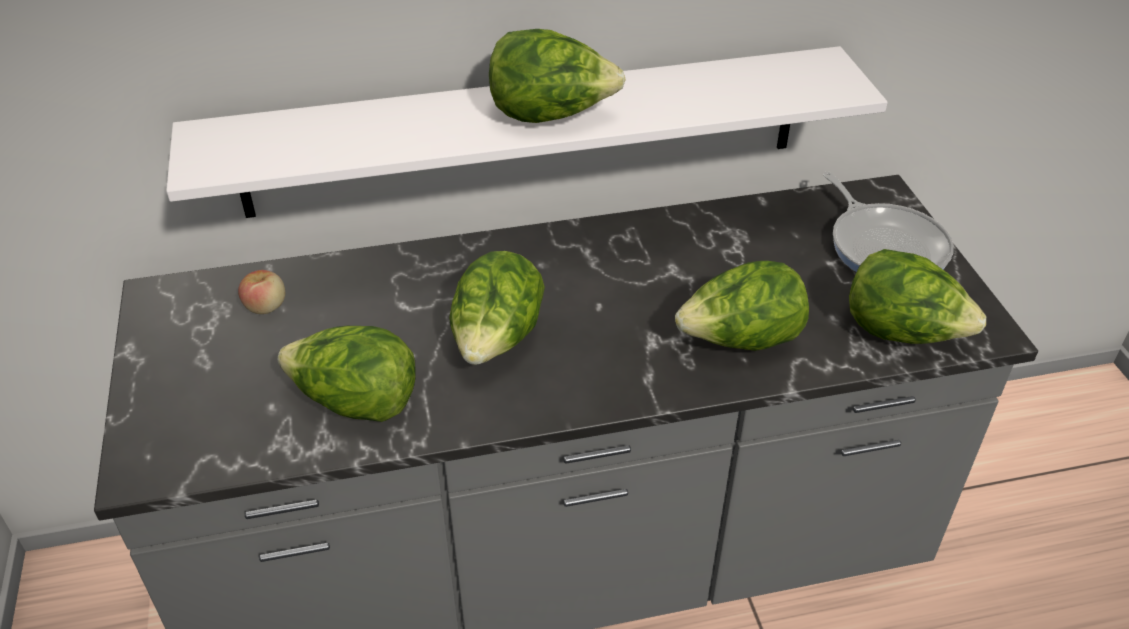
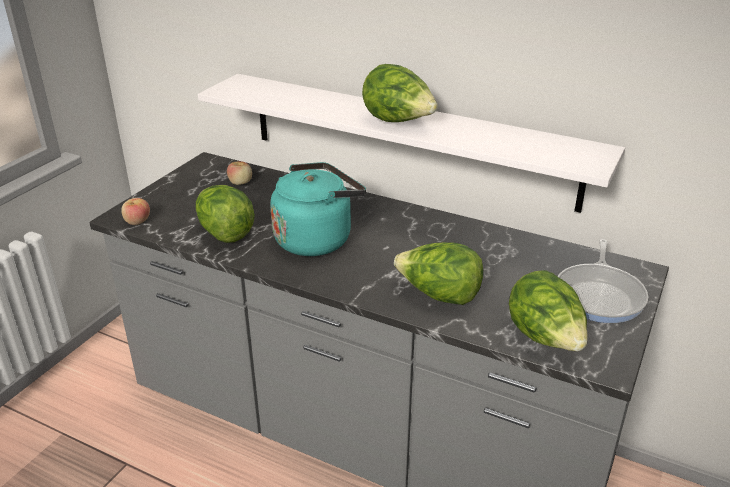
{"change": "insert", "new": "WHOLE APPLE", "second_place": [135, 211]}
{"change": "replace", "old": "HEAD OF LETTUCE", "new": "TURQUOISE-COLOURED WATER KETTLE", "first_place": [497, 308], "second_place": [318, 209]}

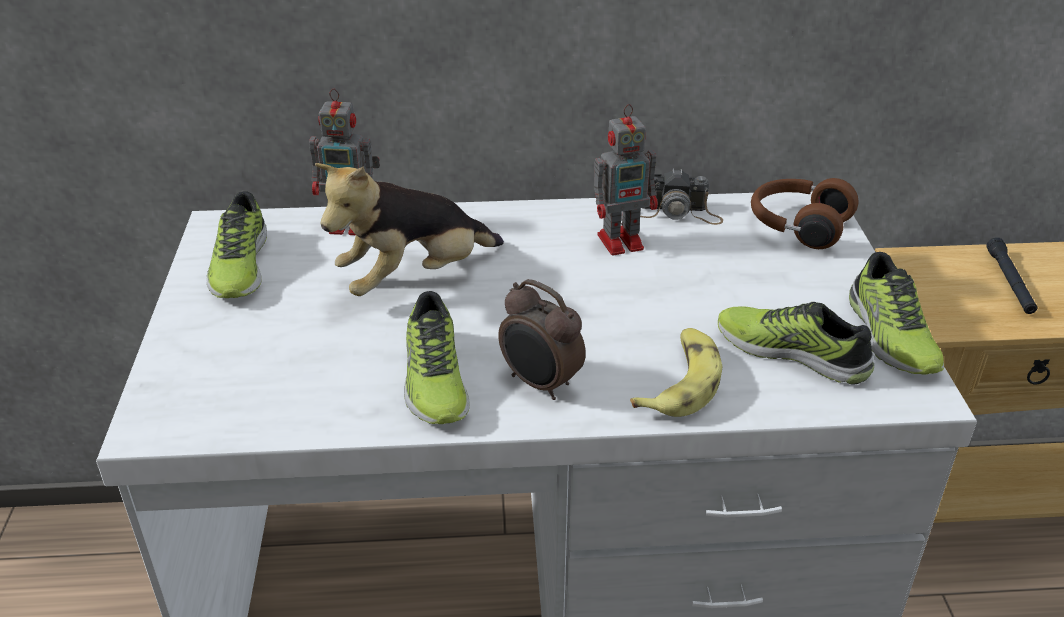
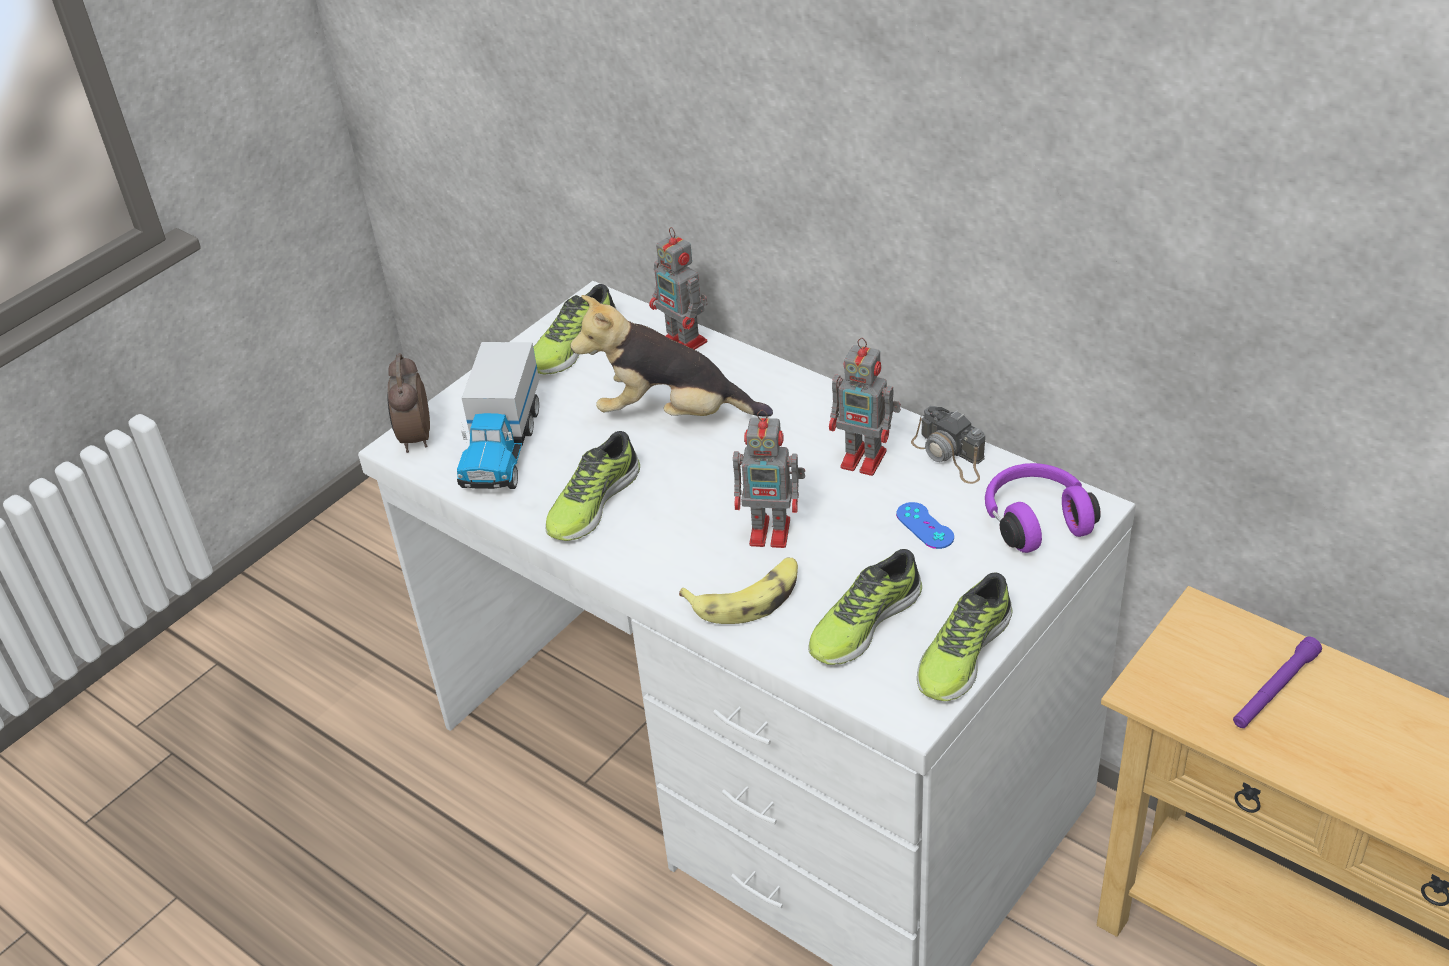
{"change": "insert", "new": "TOY LORRY", "second_place": [498, 415]}
{"change": "insert", "new": "ROBOT FIGURE", "second_place": [769, 479]}
{"change": "insert", "new": "BLUE-COLOURED JOYPAD", "second_place": [925, 525]}
{"change": "move", "old": "TABLE CLOCK", "first_place": [542, 339], "second_place": [408, 403]}
{"change": "recolor", "old": "BROWN-COLOURED HEADSET", "new": "PURPLE HEADSET", "first_place": [805, 213], "second_place": [1043, 508]}
{"change": "recolor", "old": "BLACKISH FLASHLIGHT", "new": "PURPLE FLASHLIGHT", "first_place": [1012, 275], "second_place": [1277, 682]}
{"change": "rotate", "old": "LOW SHOE", "first_place": [796, 343], "second_place": [865, 607], "degrees": -120}

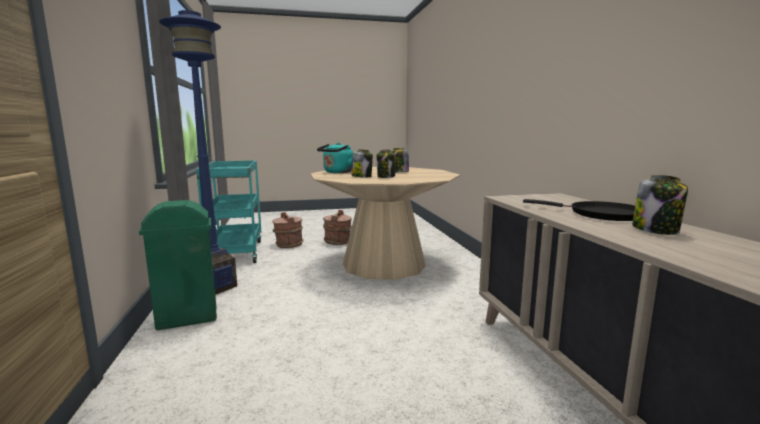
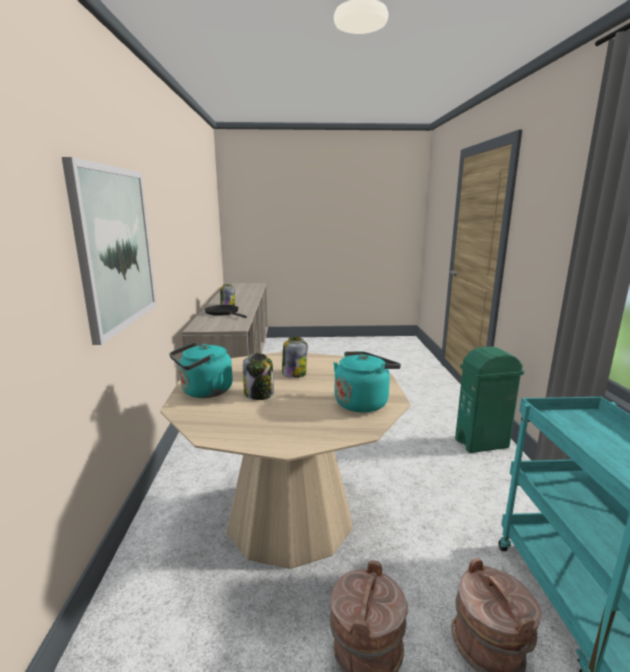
{"change": "delete", "old": "BLUE-COLOURED STANDARD LAMP", "first_place": [198, 152]}
{"change": "delete", "old": "PRESERVE JAR", "first_place": [362, 163]}
{"change": "insert", "new": "PICTURE", "second_place": [109, 251]}
{"change": "insert", "new": "TURQUOISE-COLOURED WATER KETTLE", "second_place": [201, 370]}

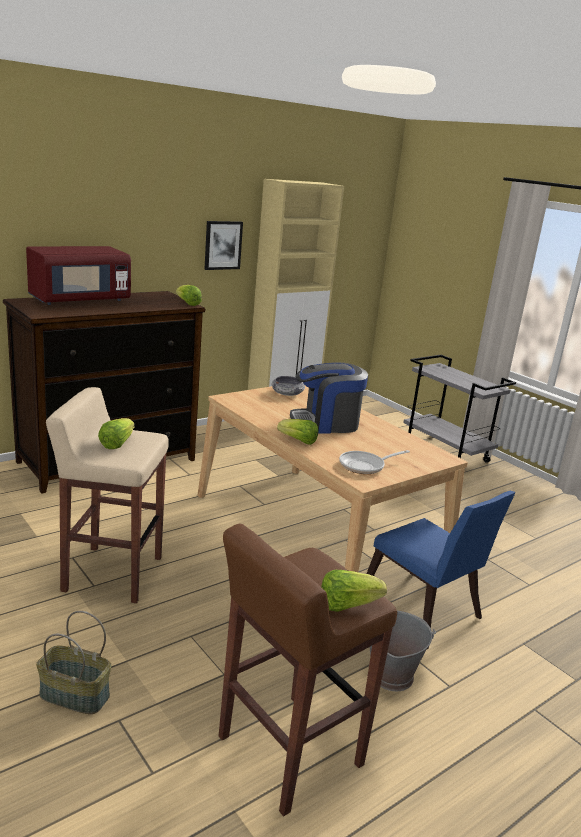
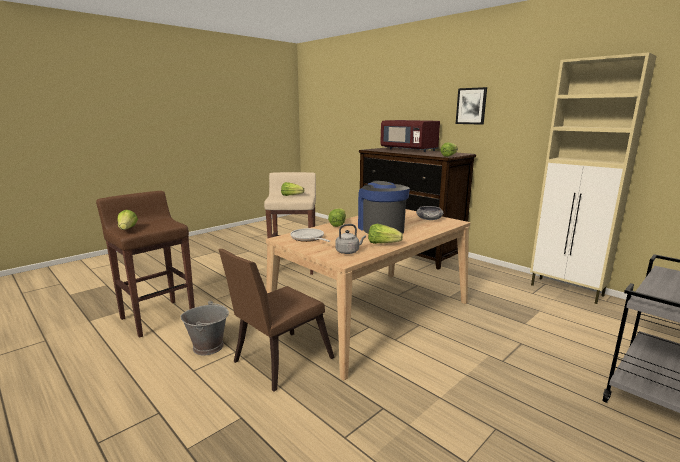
{"change": "delete", "old": "BASKET", "first_place": [73, 662]}
{"change": "insert", "new": "GRAY WATER KETTLE", "second_place": [350, 239]}
{"change": "insert", "new": "HEAD OF LETTUCE", "second_place": [385, 234]}
{"change": "move", "old": "PICTURE", "first_place": [224, 245], "second_place": [471, 106]}
{"change": "recolor", "old": "BLUE-COLOURED UPRIGHT CHAIR", "new": "BROWN-COLOURED UPRIGHT CHAIR", "first_place": [441, 570], "second_place": [276, 320]}

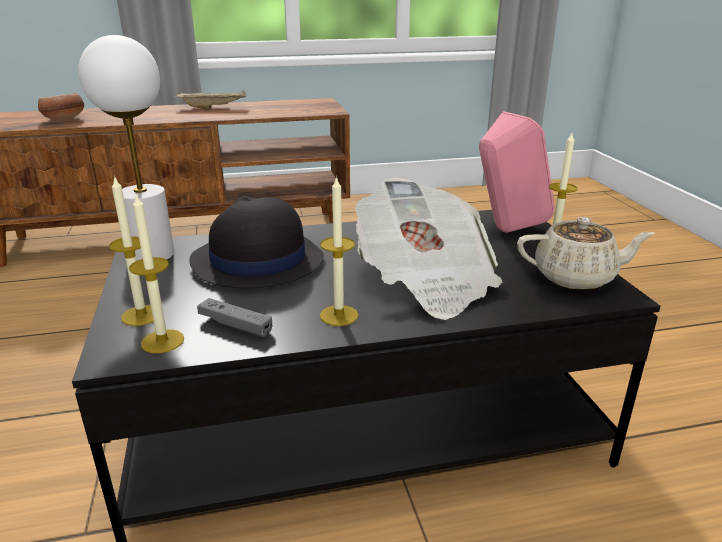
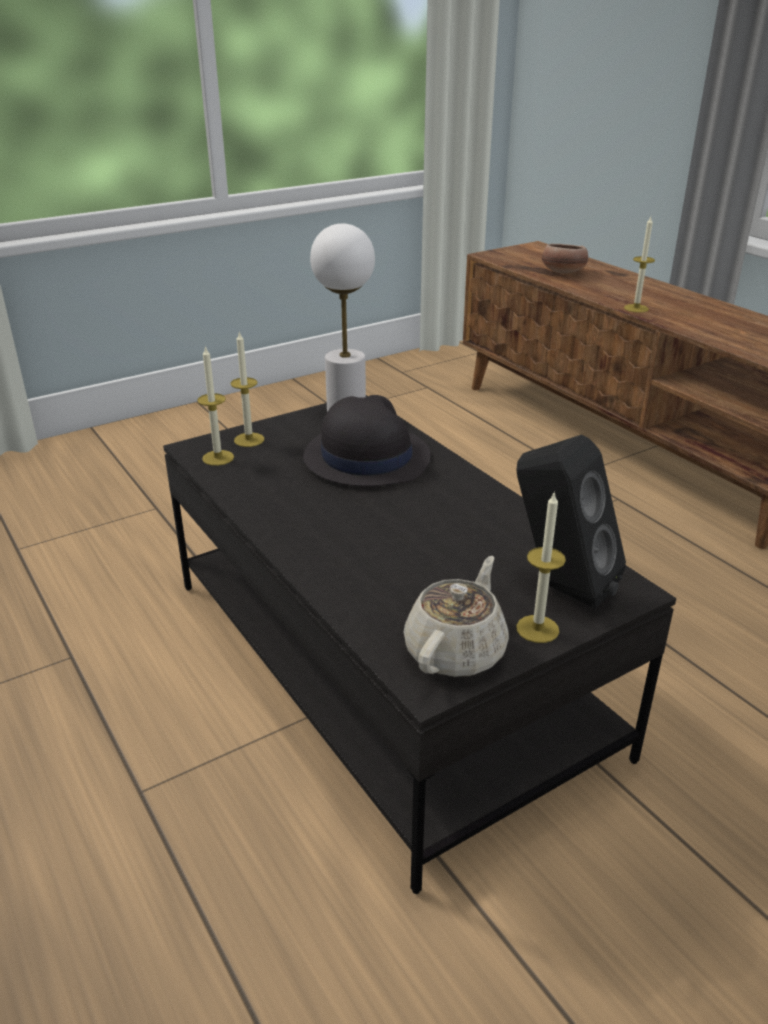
{"change": "delete", "old": "BEIGE CARRYING TRAY", "first_place": [210, 99]}
{"change": "delete", "old": "GRAY JOYPAD", "first_place": [234, 317]}
{"change": "delete", "old": "PRINTED PAPER", "first_place": [428, 248]}
{"change": "move", "old": "WAX CANDLE", "first_place": [339, 250], "second_place": [639, 265]}
{"change": "recolor", "old": "PINKISH SPEAKER", "new": "BLACKISH SPEAKER", "first_place": [517, 172], "second_place": [571, 522]}
{"change": "rotate", "old": "BEIGE TEA POT", "first_place": [586, 253], "second_place": [456, 616], "degrees": -135}

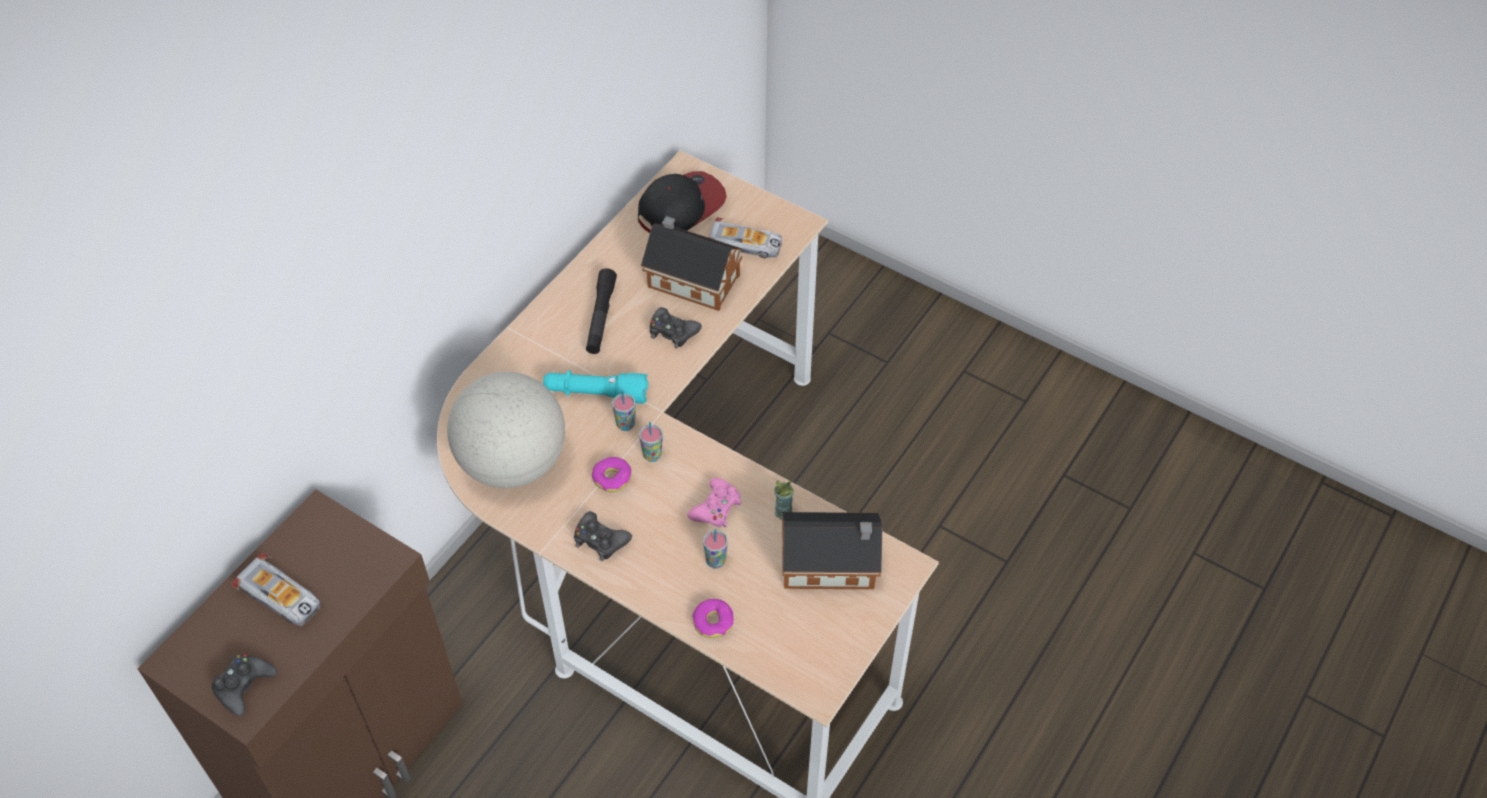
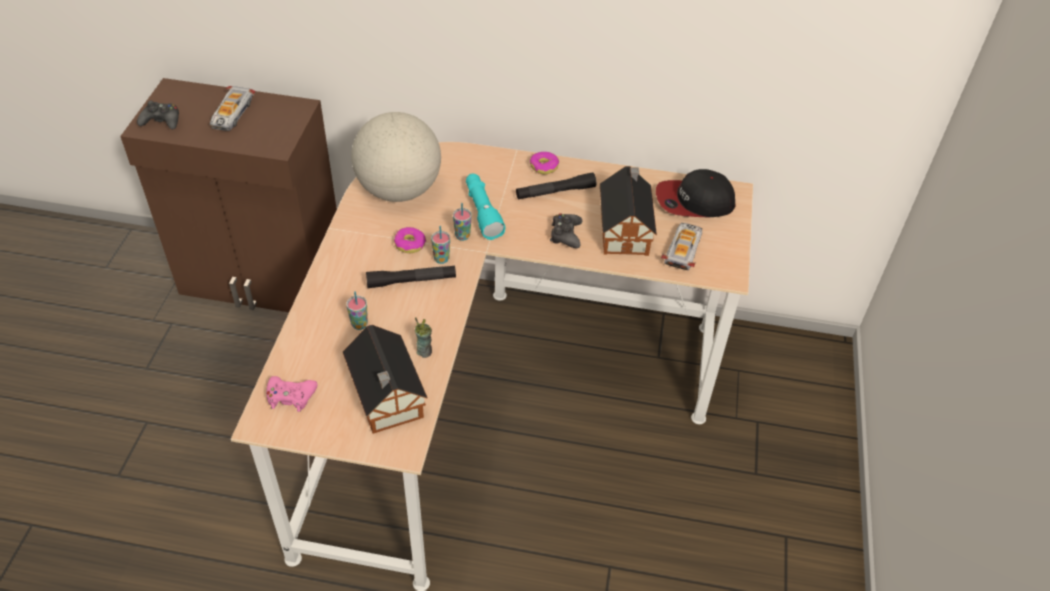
{"change": "delete", "old": "BLACKISH JOYPAD", "first_place": [603, 536]}
{"change": "insert", "new": "BLACKISH FLASHLIGHT", "second_place": [411, 276]}
{"change": "move", "old": "PINKISH JOYPAD", "first_place": [714, 502], "second_place": [292, 394]}
{"change": "move", "old": "DONUT", "first_place": [713, 618], "second_place": [544, 163]}
{"change": "rotate", "old": "PEAKED CAP", "first_place": [682, 202], "second_place": [695, 193], "degrees": 150}
{"change": "rotate", "old": "MINIATURE CAR", "first_place": [745, 237], "second_place": [681, 246], "degrees": -150}

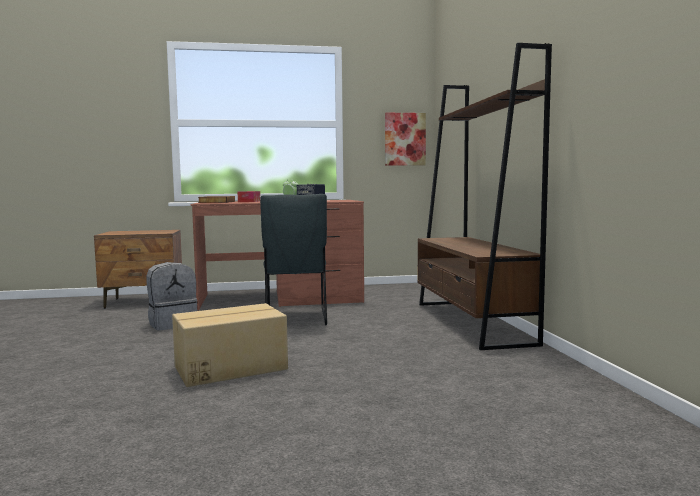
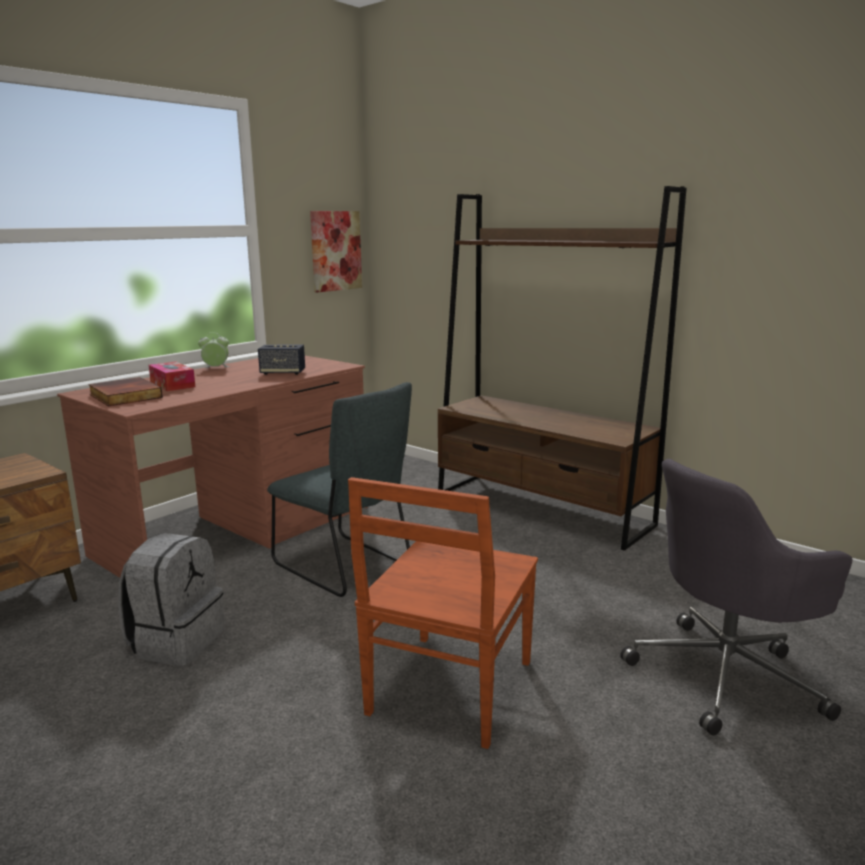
{"change": "insert", "new": "GRAY OFFICE CHAIR", "second_place": [736, 597]}
{"change": "replace", "old": "PACKING BOX", "new": "BROWN-COLOURED UPRIGHT CHAIR", "first_place": [230, 345], "second_place": [443, 613]}

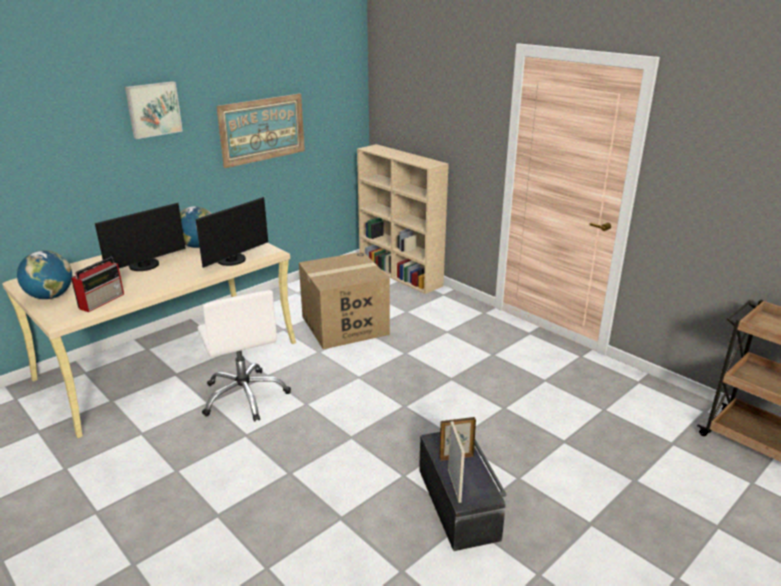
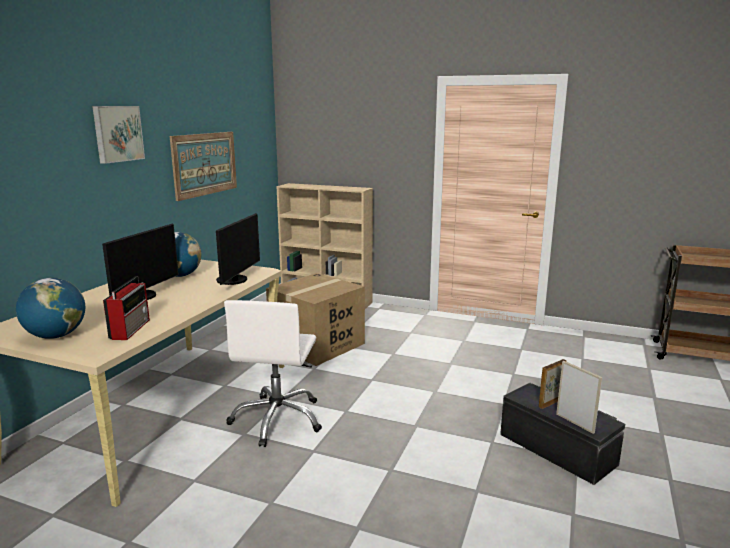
{"change": "rotate", "old": "WHITE-COLOURED OFFICE CHAIR", "first_place": [244, 356], "second_place": [273, 373], "degrees": 60}

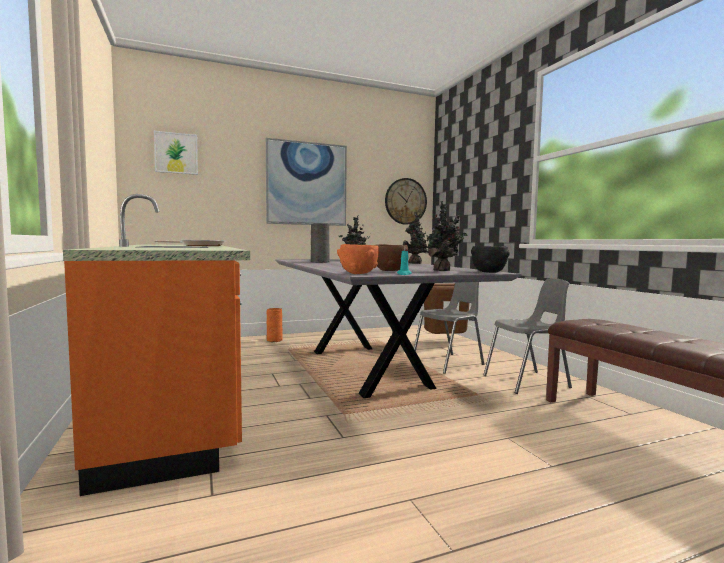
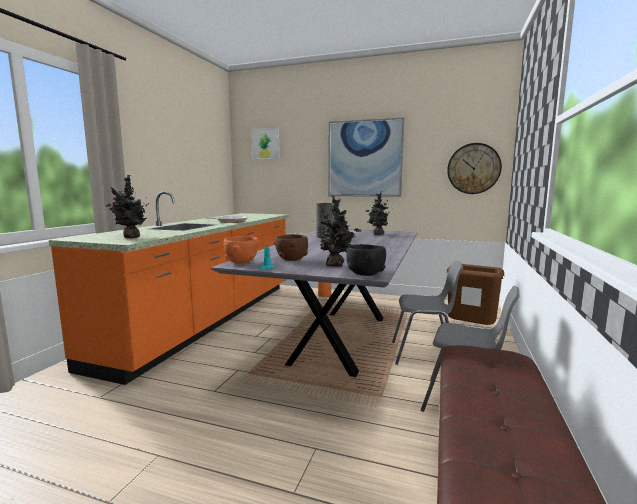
{"change": "move", "old": "POTTED PLANT", "first_place": [415, 238], "second_place": [127, 206]}

